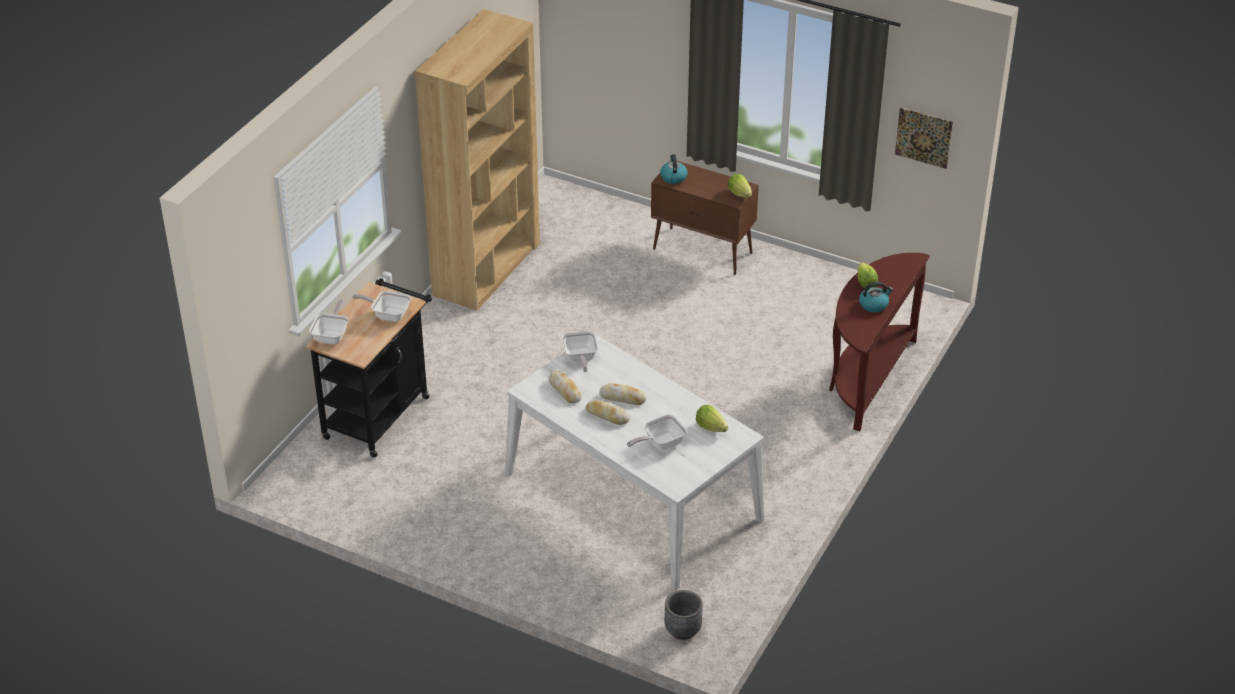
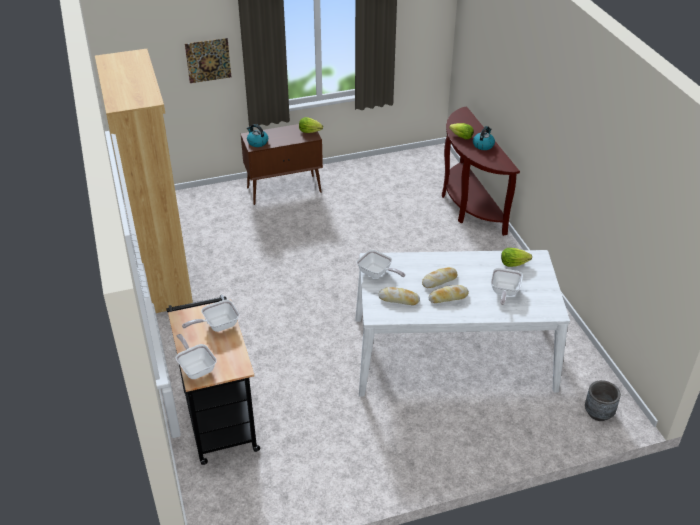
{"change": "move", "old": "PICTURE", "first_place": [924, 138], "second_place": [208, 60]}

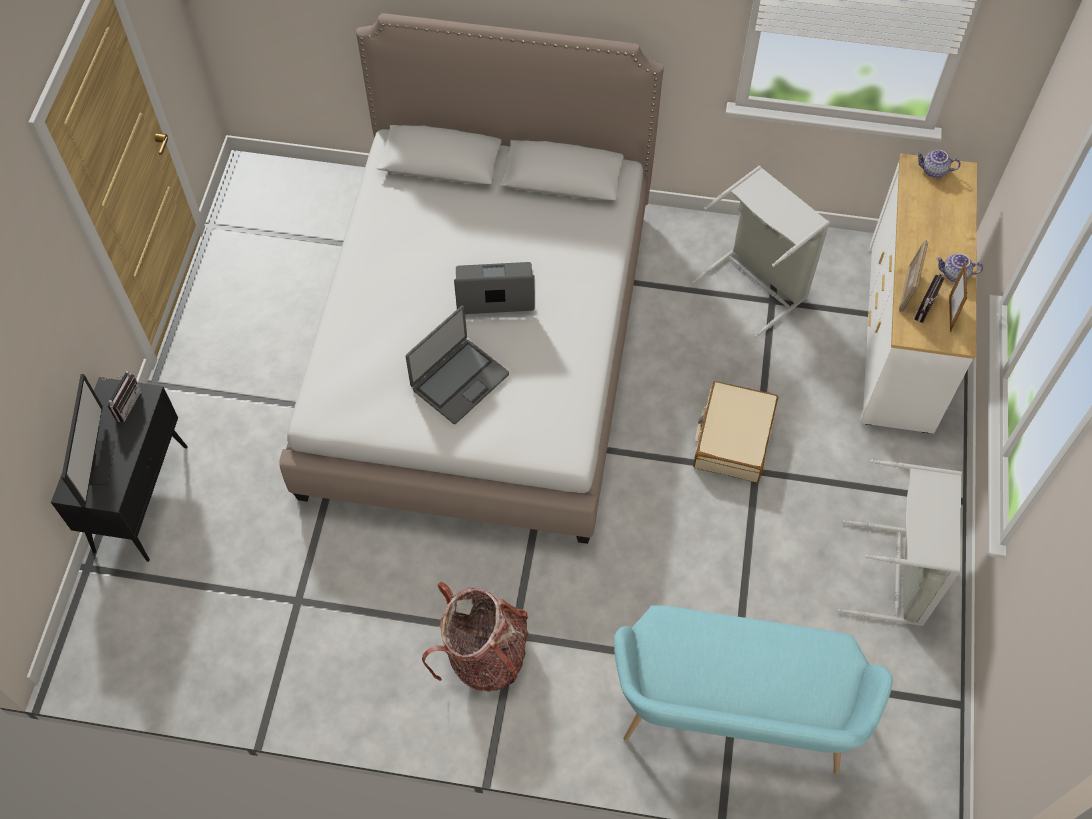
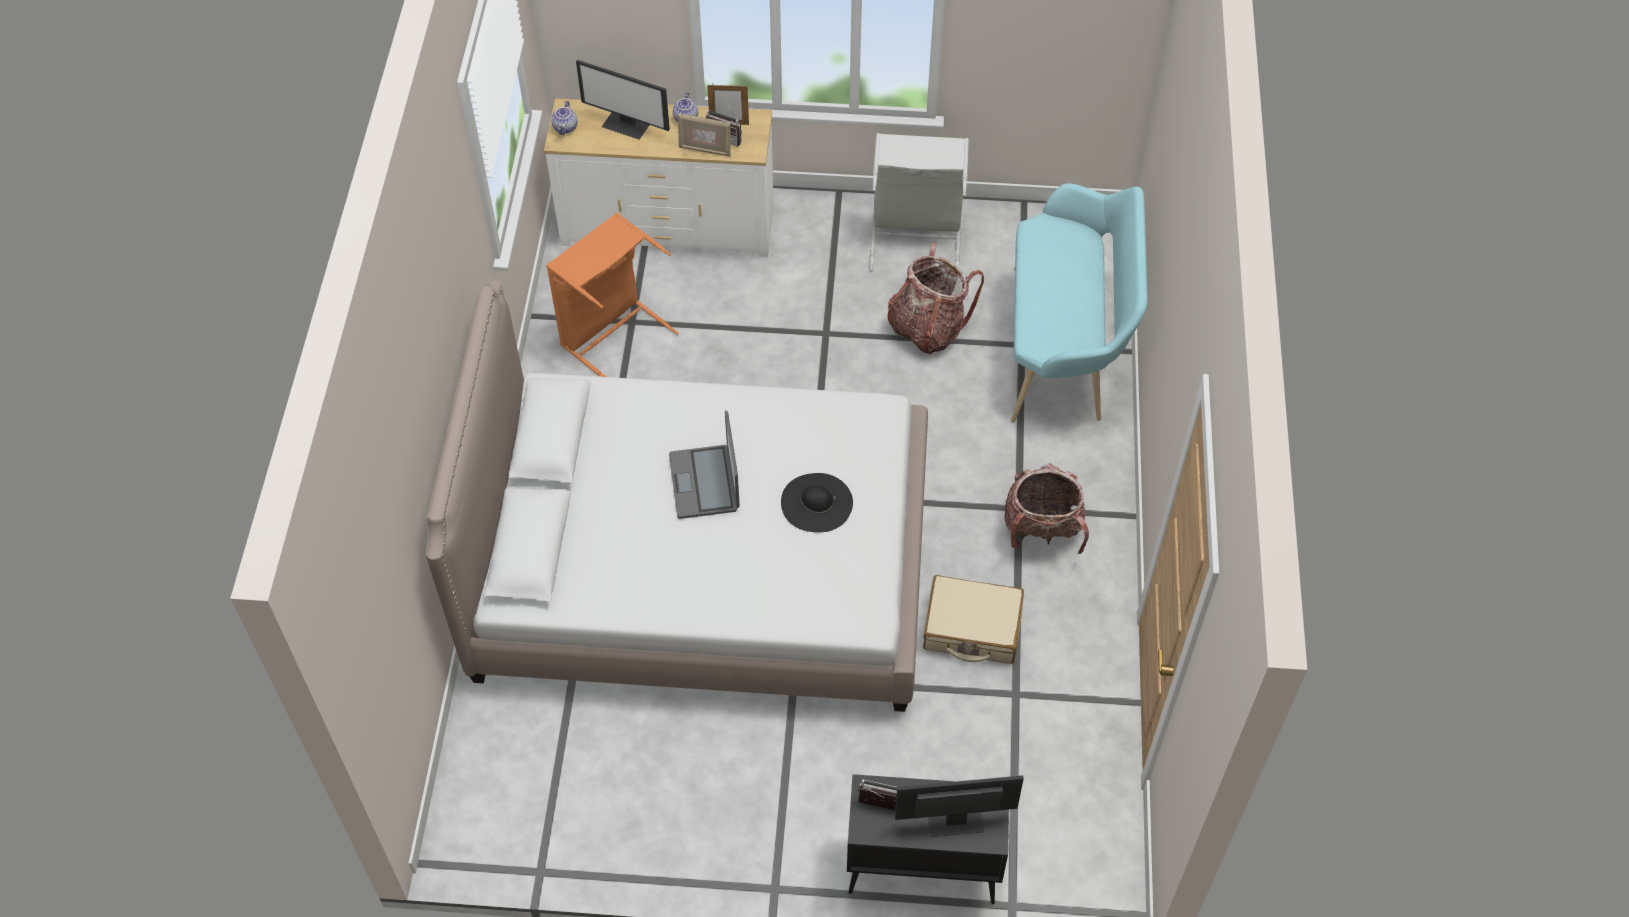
{"change": "insert", "new": "COMPUTER SCREEN", "second_place": [623, 100]}
{"change": "insert", "new": "RUCKSACK", "second_place": [936, 298]}
{"change": "move", "old": "BEIGE PIECE OF LUGGAGE", "first_place": [735, 432], "second_place": [973, 619]}
{"change": "replace", "old": "PORTABLE COMPUTER", "new": "BLACKISH WEARABLE HAT", "first_place": [457, 365], "second_place": [817, 502]}
{"change": "recolor", "old": "GRAY LAUNDRY BASKET", "new": "ORANGEY LAUNDRY BASKET", "first_place": [761, 252], "second_place": [612, 294]}

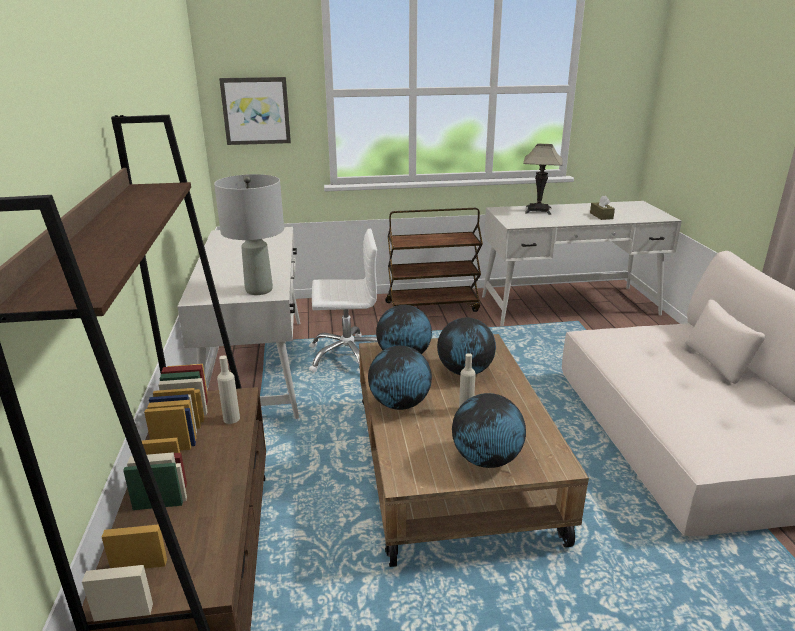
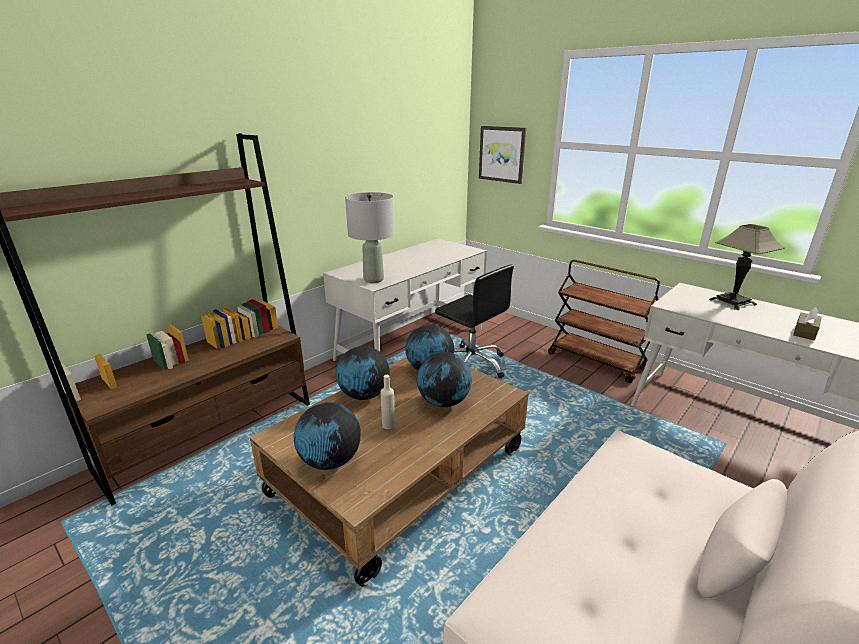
{"change": "delete", "old": "BEIGE DRINK BOTTLE", "first_place": [228, 390]}
{"change": "recolor", "old": "WHITE-COLOURED OFFICE CHAIR", "new": "BLACKISH OFFICE CHAIR", "first_place": [343, 301], "second_place": [474, 321]}

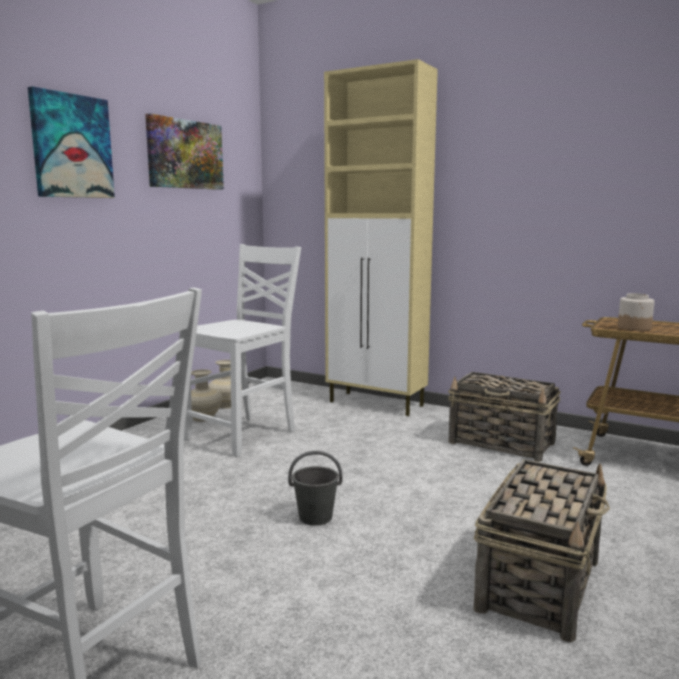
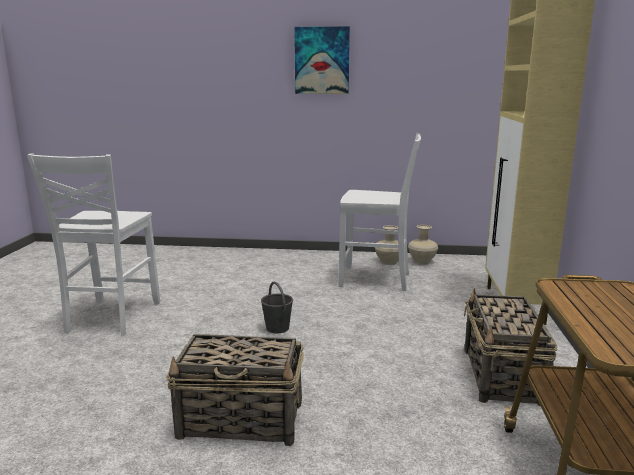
{"change": "delete", "old": "PICTURE", "first_place": [184, 151]}
{"change": "delete", "old": "PRESERVE JAR", "first_place": [636, 312]}

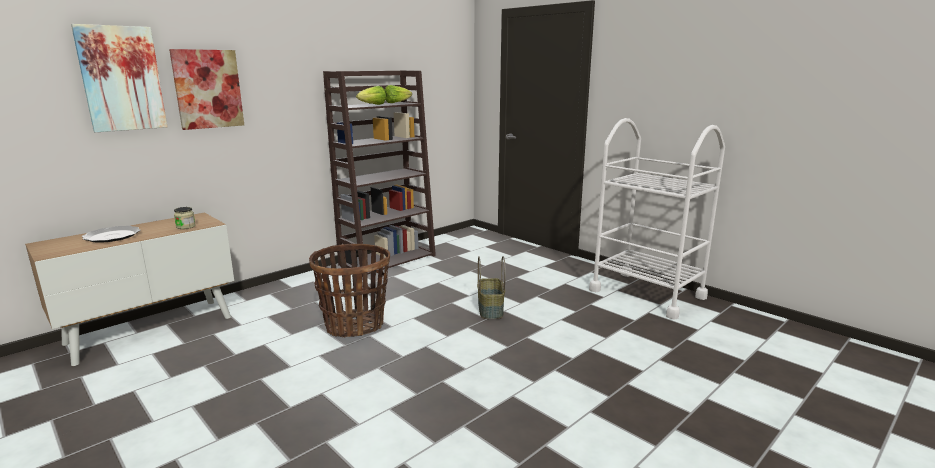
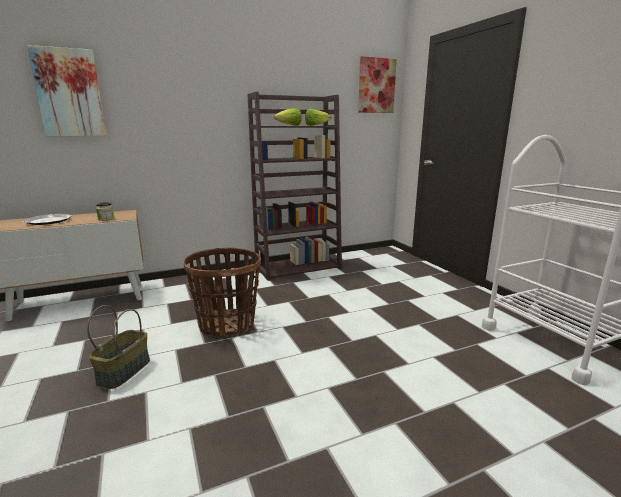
{"change": "move", "old": "PICTURE", "first_place": [206, 89], "second_place": [377, 84]}
{"change": "move", "old": "BASKET", "first_place": [491, 287], "second_place": [118, 347]}

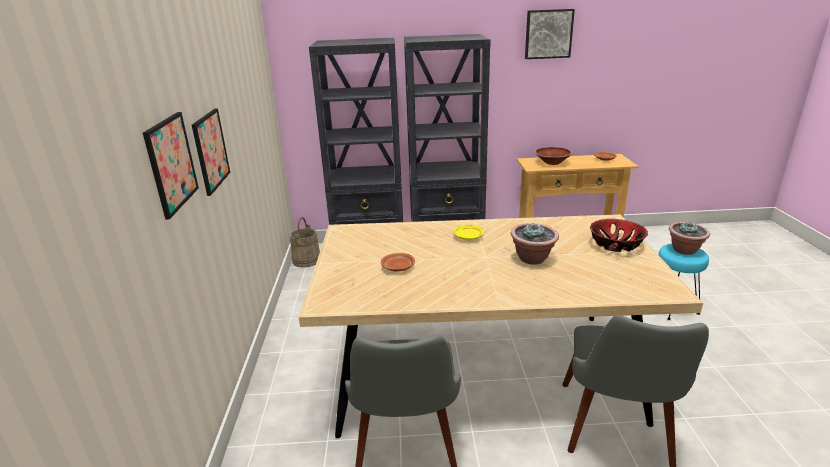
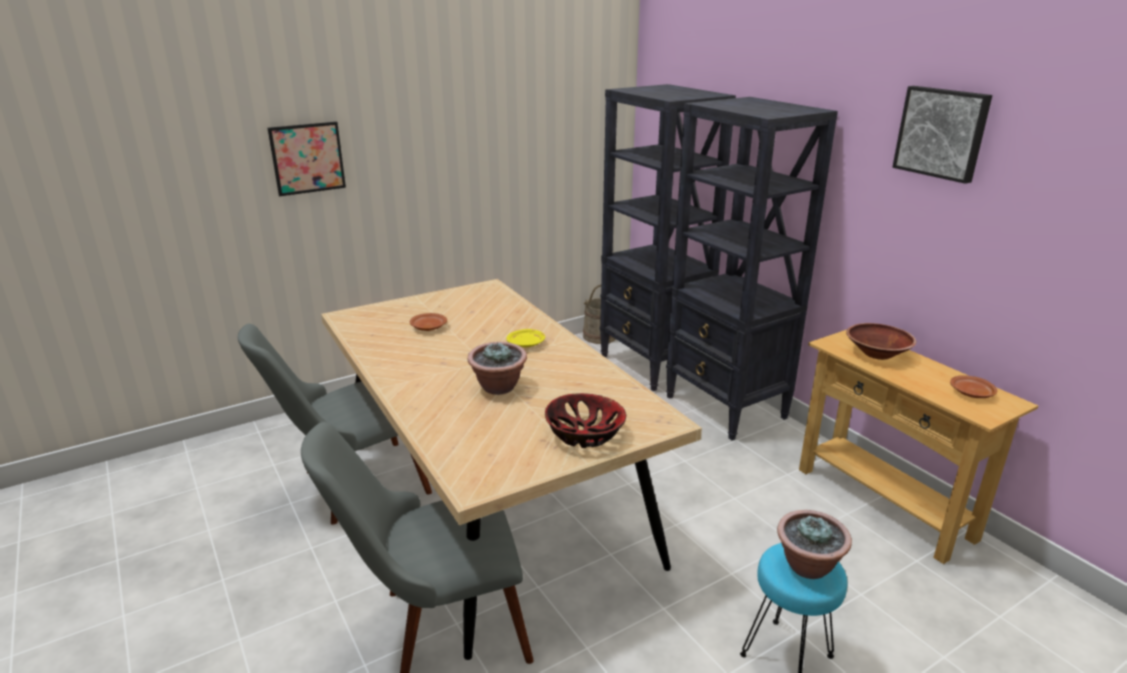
{"change": "delete", "old": "PICTURE", "first_place": [211, 152]}

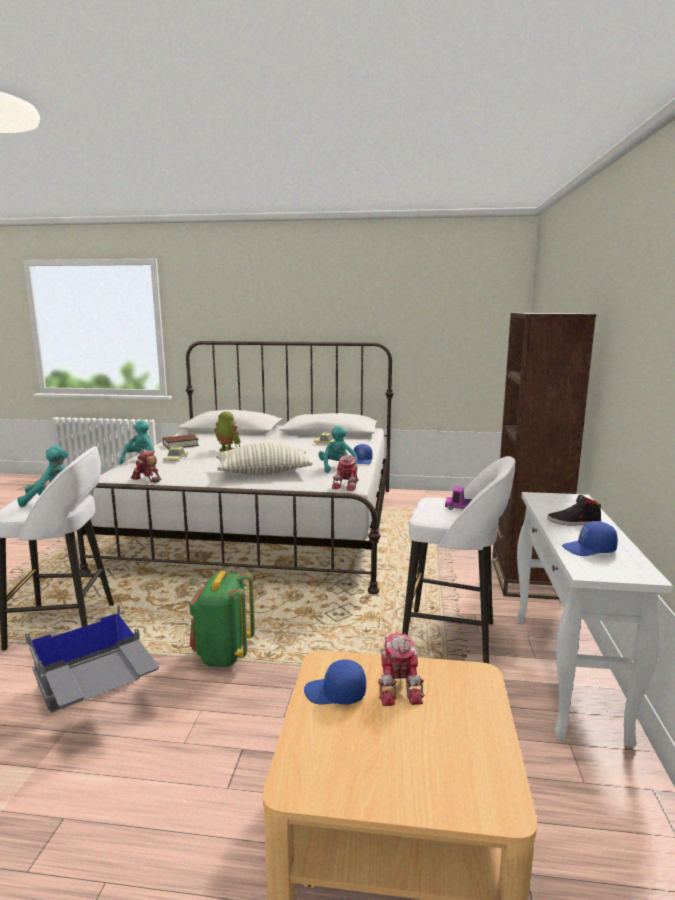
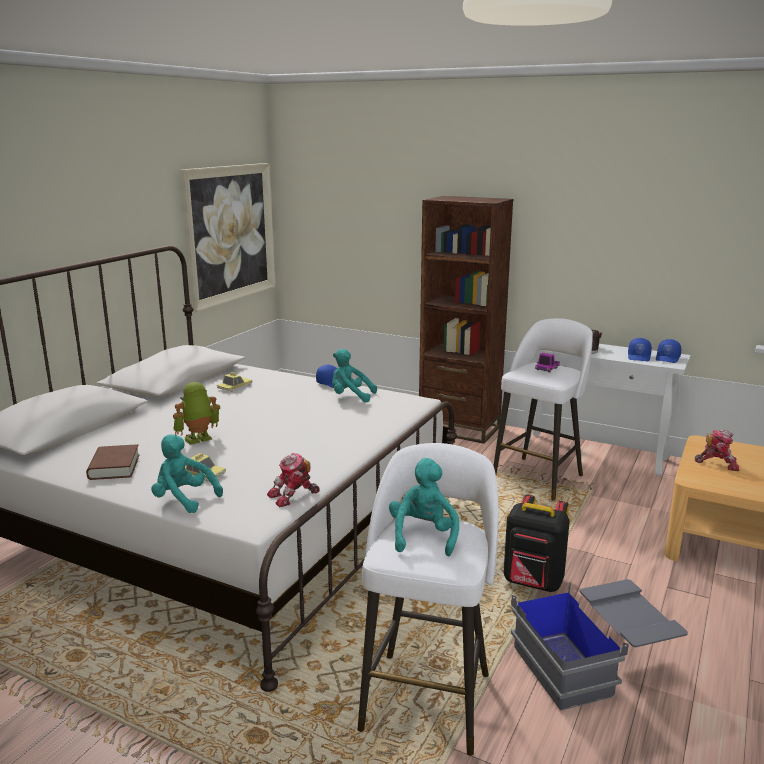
{"change": "delete", "old": "THROW PILLOW", "first_place": [264, 459]}
{"change": "delete", "old": "ROBOT FIGURE", "first_place": [345, 473]}
{"change": "insert", "new": "PICTURE", "second_place": [227, 237]}
{"change": "move", "old": "BLUE-COLOURED PEAKED CAP", "first_place": [335, 681], "second_place": [668, 351]}
{"change": "recolor", "old": "GREEN RUCKSACK", "new": "BLACKISH RUCKSACK", "first_place": [222, 619], "second_place": [537, 543]}

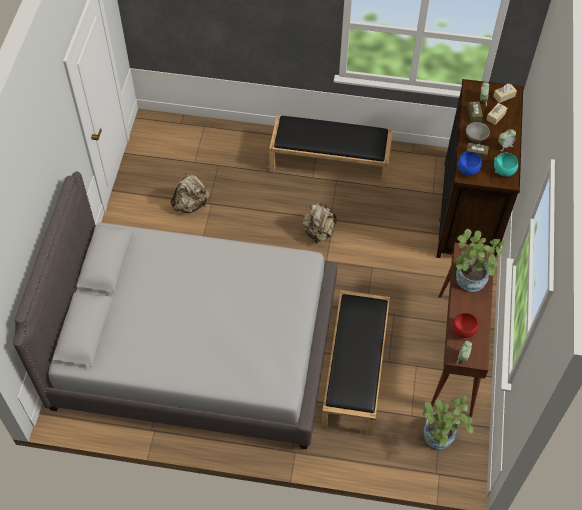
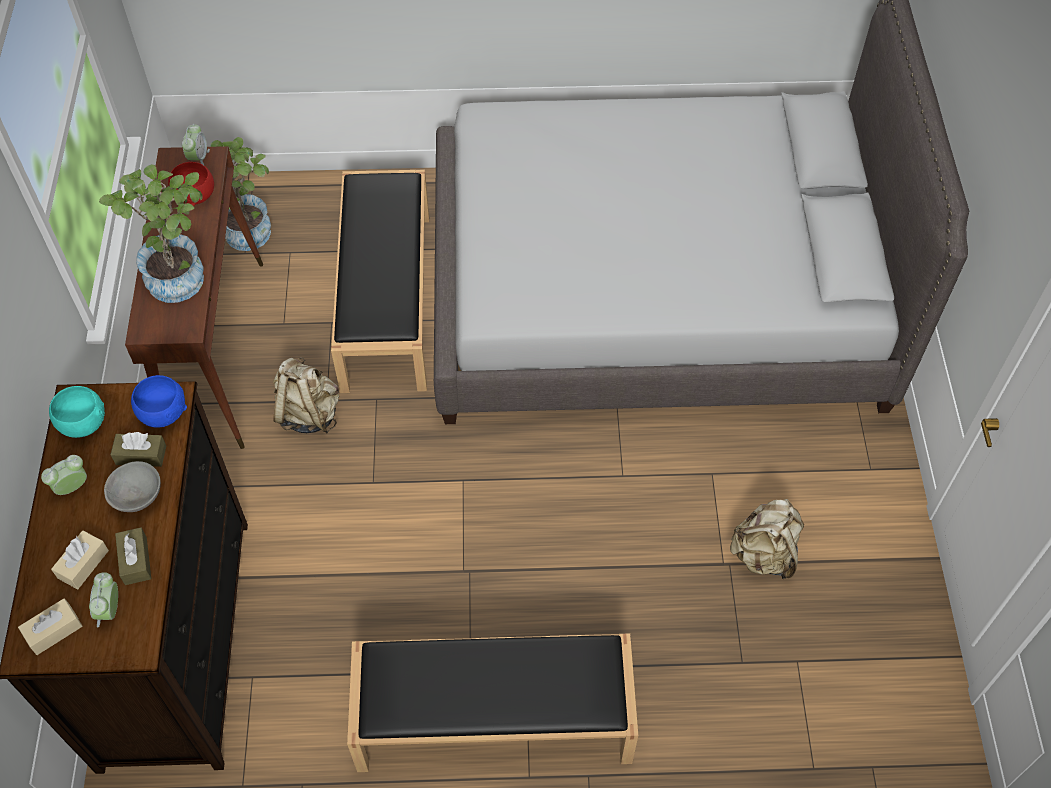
{"change": "move", "old": "BEIGE RUCKSACK", "first_place": [319, 222], "second_place": [306, 395]}

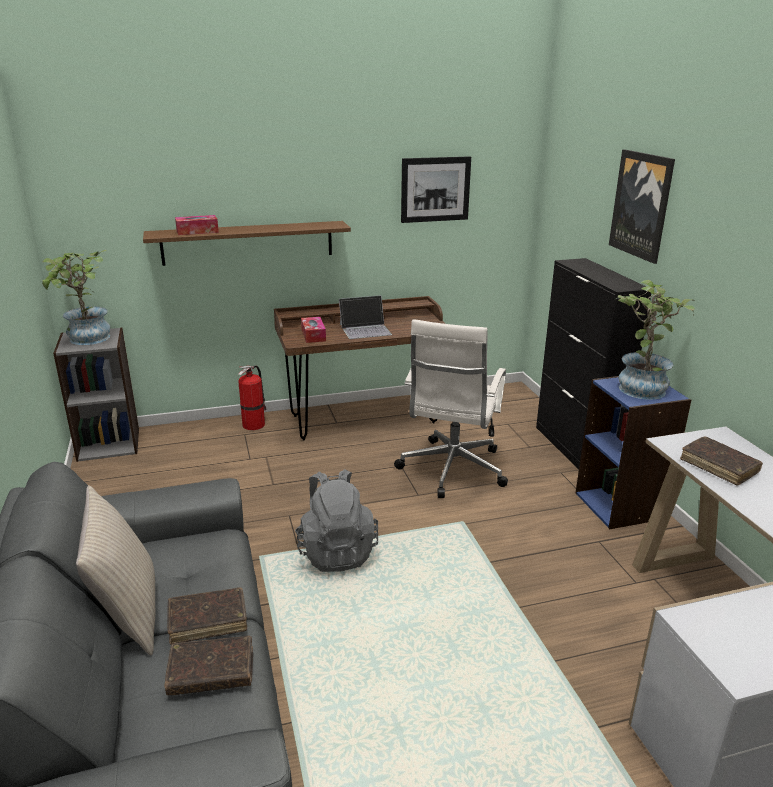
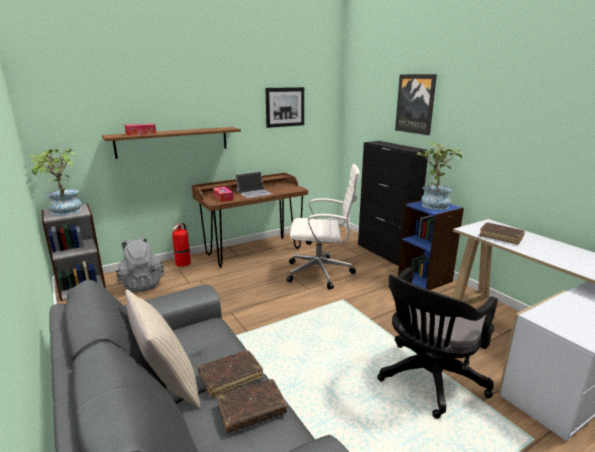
{"change": "insert", "new": "BLACKISH OFFICE CHAIR", "second_place": [437, 343]}
{"change": "move", "old": "GRAY RUCKSACK", "first_place": [336, 520], "second_place": [140, 264]}
{"change": "rotate", "old": "WHITE-COLOURED OFFICE CHAIR", "first_place": [451, 408], "second_place": [323, 227], "degrees": -90}

